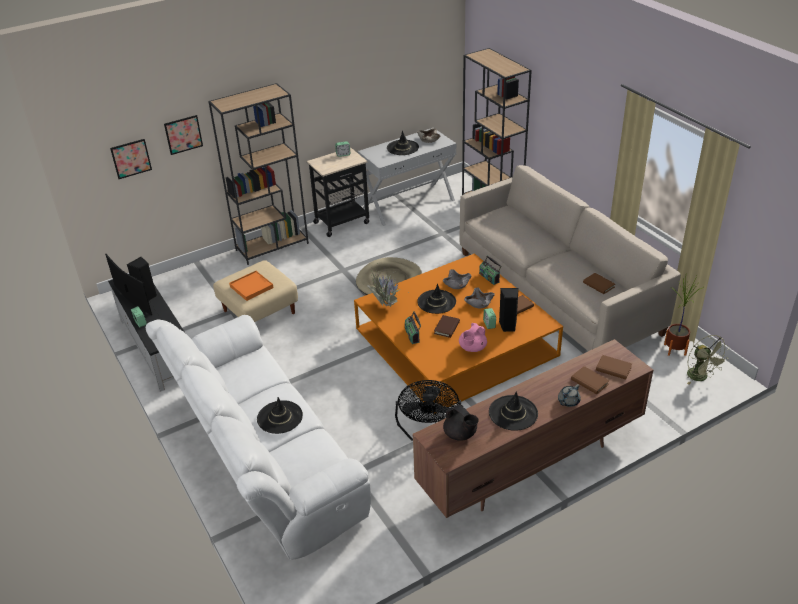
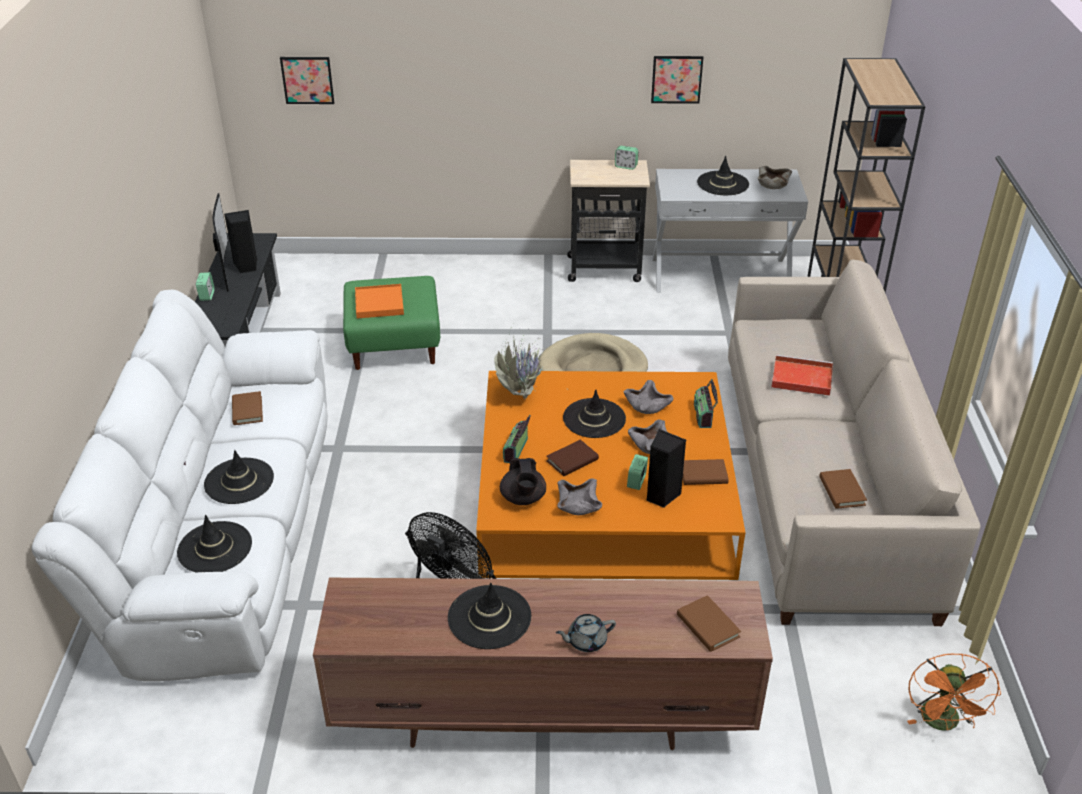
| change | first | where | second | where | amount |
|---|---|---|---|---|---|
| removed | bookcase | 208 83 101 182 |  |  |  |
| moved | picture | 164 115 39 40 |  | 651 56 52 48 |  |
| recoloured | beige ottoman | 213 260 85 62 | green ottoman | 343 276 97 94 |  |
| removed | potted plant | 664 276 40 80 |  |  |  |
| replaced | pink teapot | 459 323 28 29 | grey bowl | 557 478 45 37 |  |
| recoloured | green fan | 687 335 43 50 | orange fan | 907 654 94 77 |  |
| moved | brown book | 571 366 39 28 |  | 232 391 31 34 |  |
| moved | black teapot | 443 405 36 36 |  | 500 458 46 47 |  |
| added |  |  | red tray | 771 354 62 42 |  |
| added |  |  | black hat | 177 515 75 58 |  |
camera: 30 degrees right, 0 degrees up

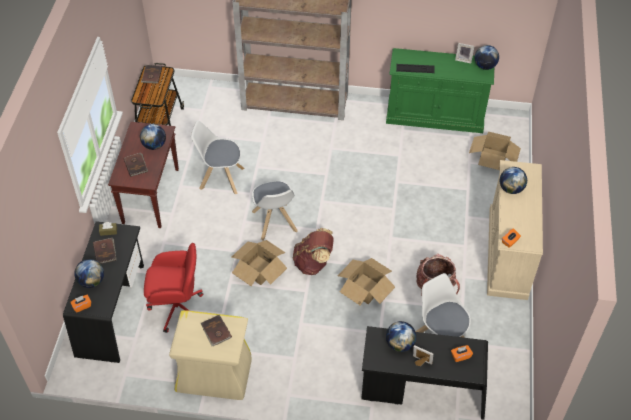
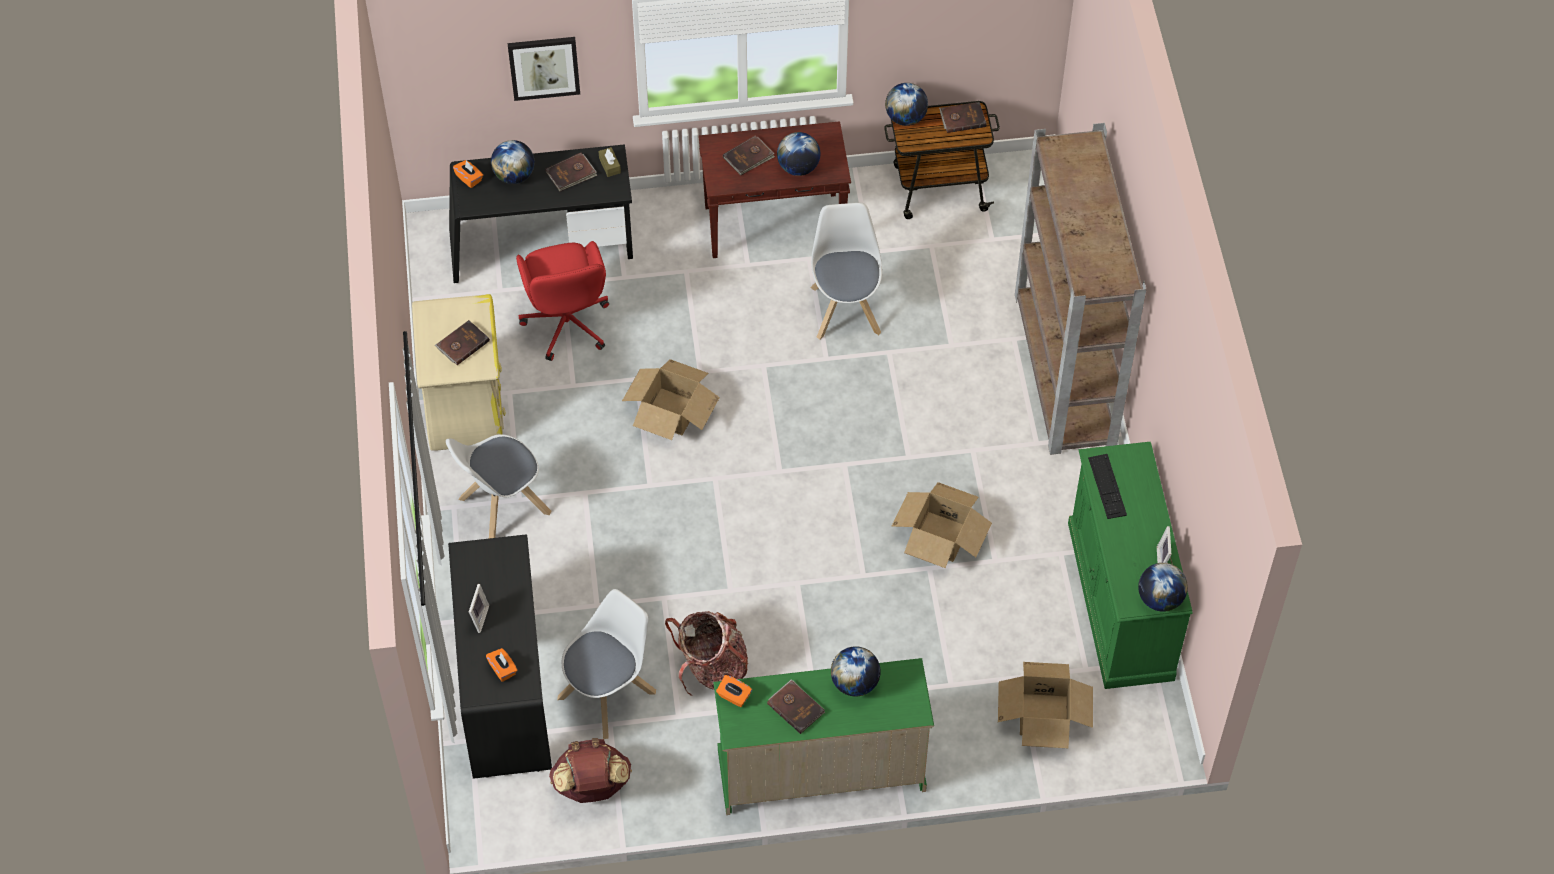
| change | first | where | second | where | amount |
|---|---|---|---|---|---|
| recoloured | beige cabinet | 487 160 56 140 | green cabinet | 713 658 221 157 |  |
| moved | chair | 252 181 46 59 |  | 446 434 106 104 |  |
| moved | brown backpack | 293 228 41 47 |  | 549 738 83 65 |  |
| moved | cardboard box | 337 258 58 48 |  | 892 482 100 86 |  |
| moved | globe | 386 321 30 31 |  | 885 83 43 43 |  |
| added |  |  | picture | 508 37 72 64 |  |
| added |  |  | brown book | 767 679 58 55 |  |
camera: 75 degrees right, 5 degrees up

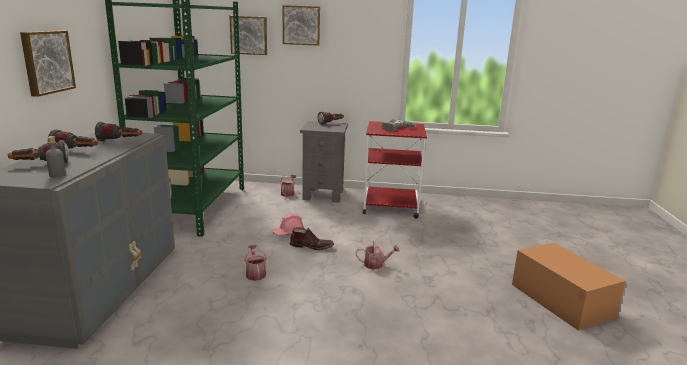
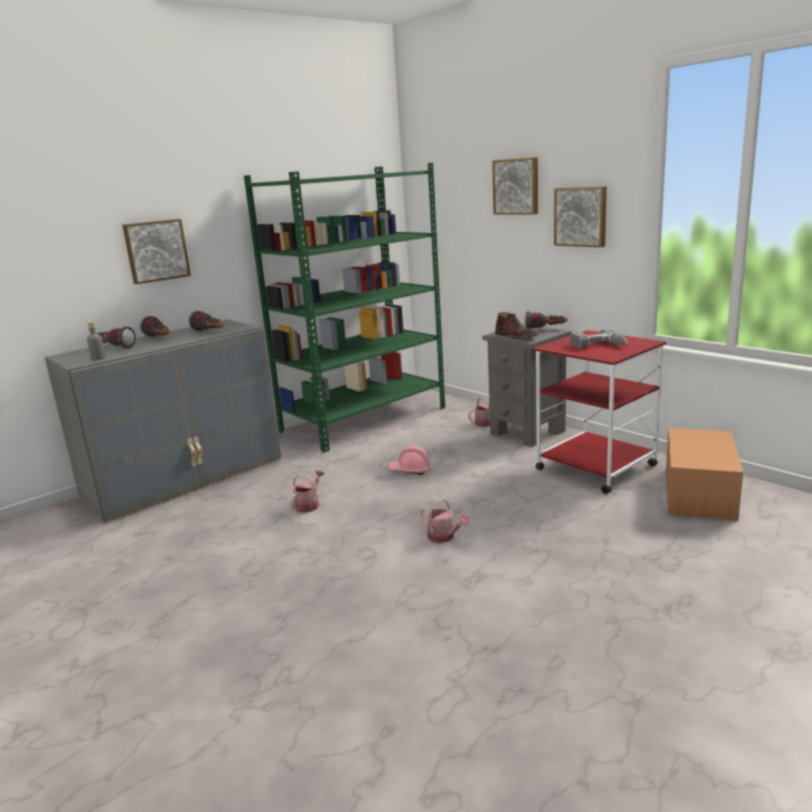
| change | first | where | second | where | amount |
|---|---|---|---|---|---|
| moved | picture | 229 16 38 39 |  | 554 186 53 61 |  |
| moved | brown boot | 290 227 44 23 |  | 495 312 43 27 |  |
| moved | cardboard box | 512 243 114 88 |  | 666 428 77 93 |  |
camera: 45 degrees right, 0 degrees up

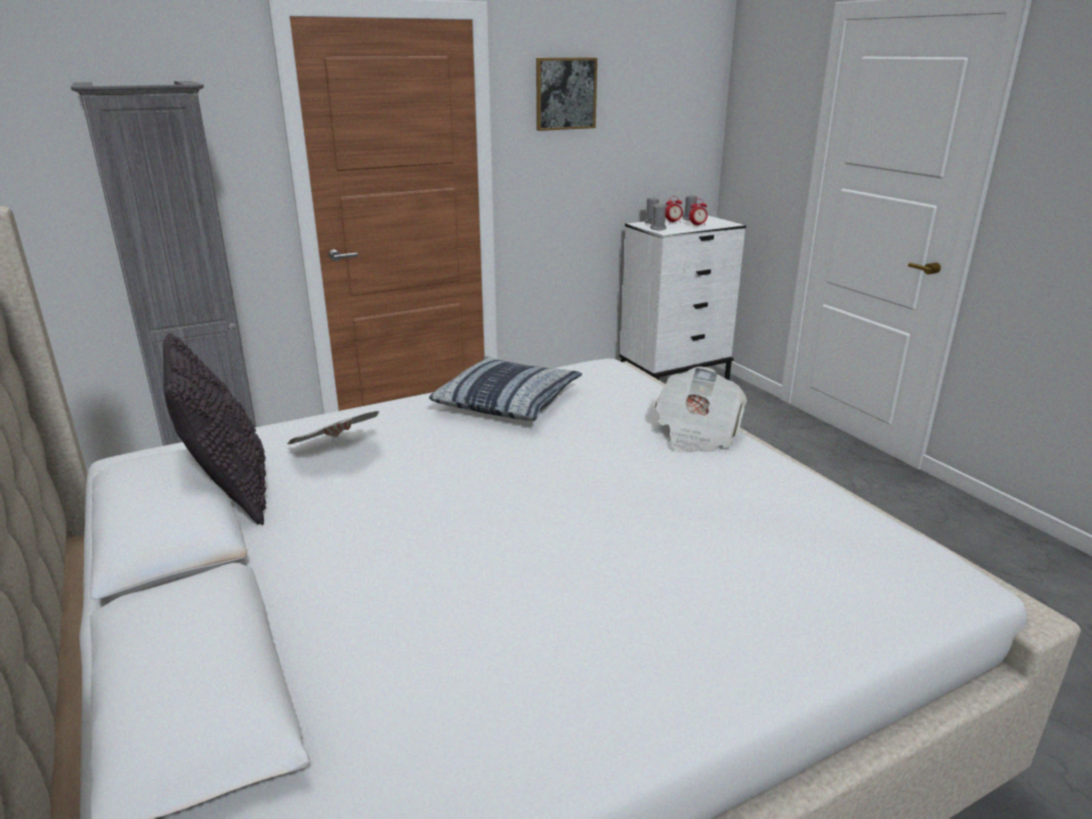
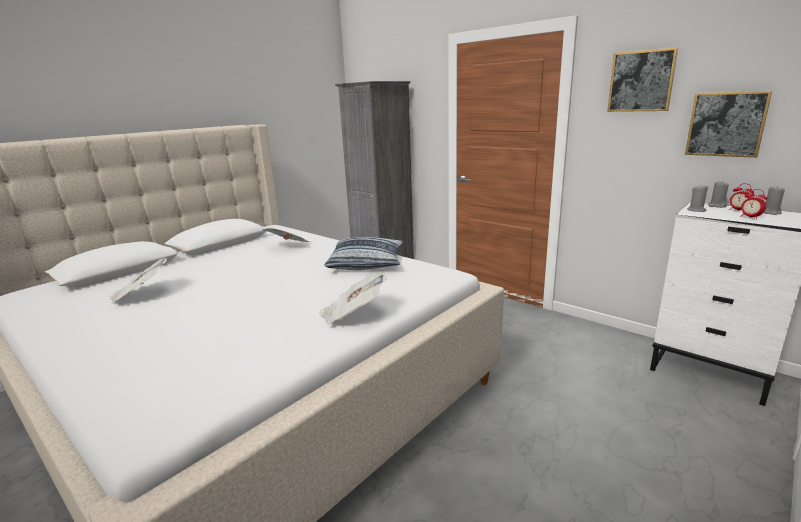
| change | first | where | second | where | amount |
|---|---|---|---|---|---|
| removed | black pillow | 163 333 103 192 |  |  |  |
| added |  |  | picture | 685 91 87 67 |  |
| added |  |  | newspaper | 110 258 57 46 |  |
camera: 70 degrees right, 5 degrees down

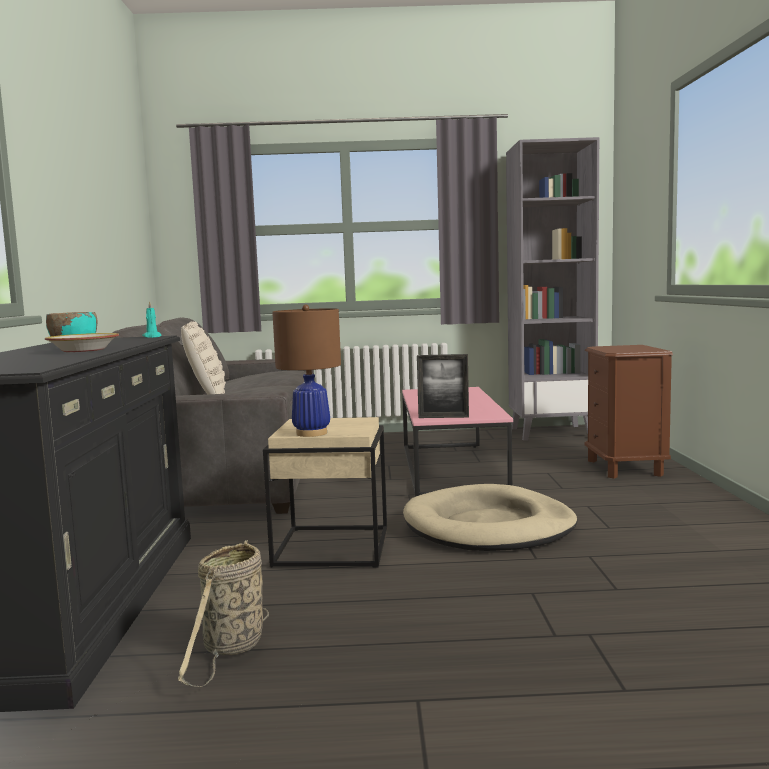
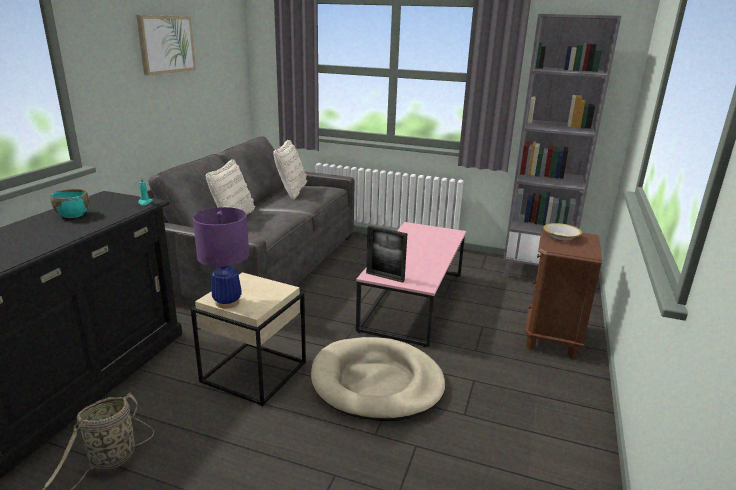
| change | first | where | second | where | amount |
|---|---|---|---|---|---|
| recoloured | brown table lamp | 272 304 69 133 | purple table lamp | 193 207 56 101 |  |
| moved | bowl | 45 333 74 19 |  | 543 223 39 18 |  |
| added |  |  | picture | 136 15 60 60 |  |
| added |  |  | beige pillow | 273 140 34 60 |  |
camera: 20 degrees right, 15 degrees up

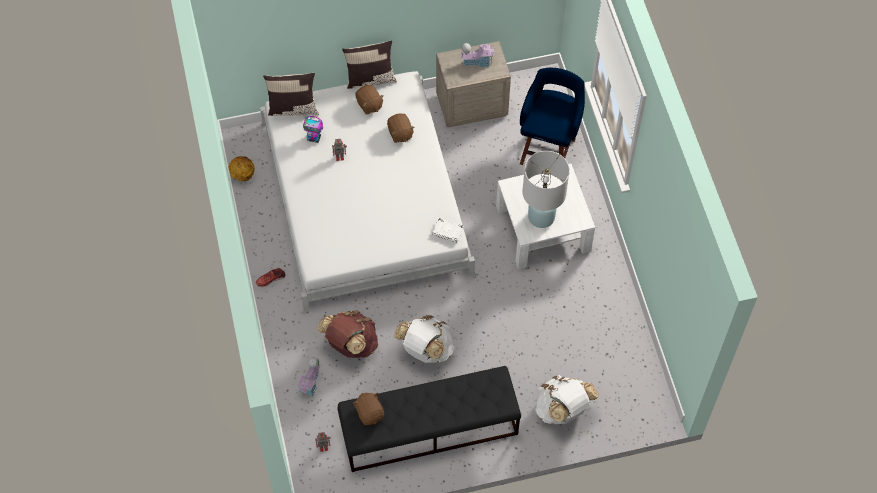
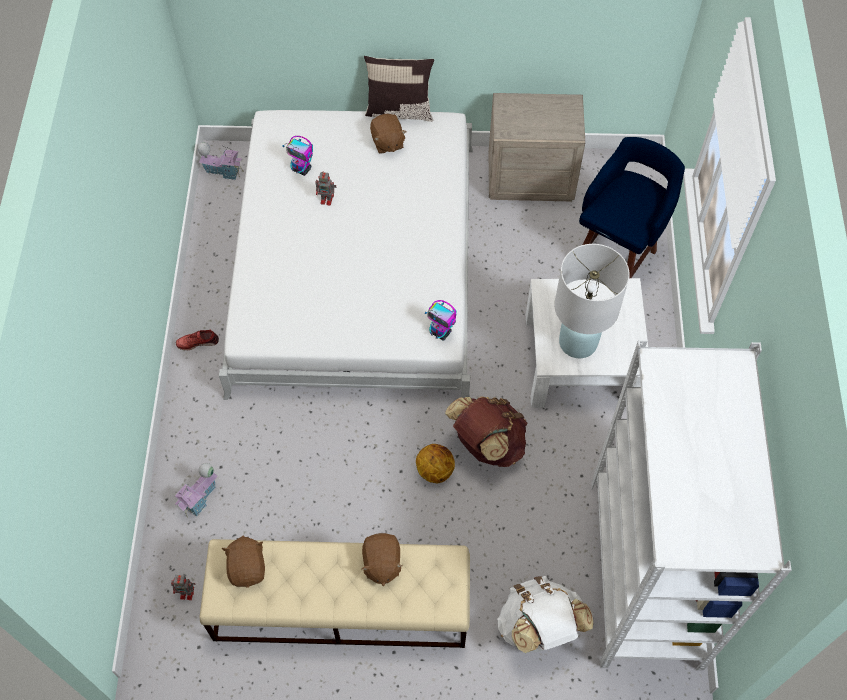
| change | first | where | second | where | amount |
|---|---|---|---|---|---|
| moved | toy house | 461 43 34 25 |  | 198 142 46 38 |  |
| removed | pillow | 263 73 56 43 |  |  |  |
| moved | brown plush toy | 387 113 27 30 |  | 362 533 41 53 |  |
| moved | basketball | 229 156 26 25 |  | 416 444 39 39 |  |
| replaced | white book | 432 218 31 25 | toy robot | 425 300 32 41 |  |
| moved | brown backpack | 317 310 61 48 |  | 445 396 83 71 |  |
| removed | white backpack | 394 315 60 48 |  |  |  |
| recoloured | black bench | 337 366 184 106 | beige bench | 200 539 270 109 |  |
| added |  |  | white bookcase | 591 340 200 330 |  |
camera: 15 degrees right, 0 degrees up

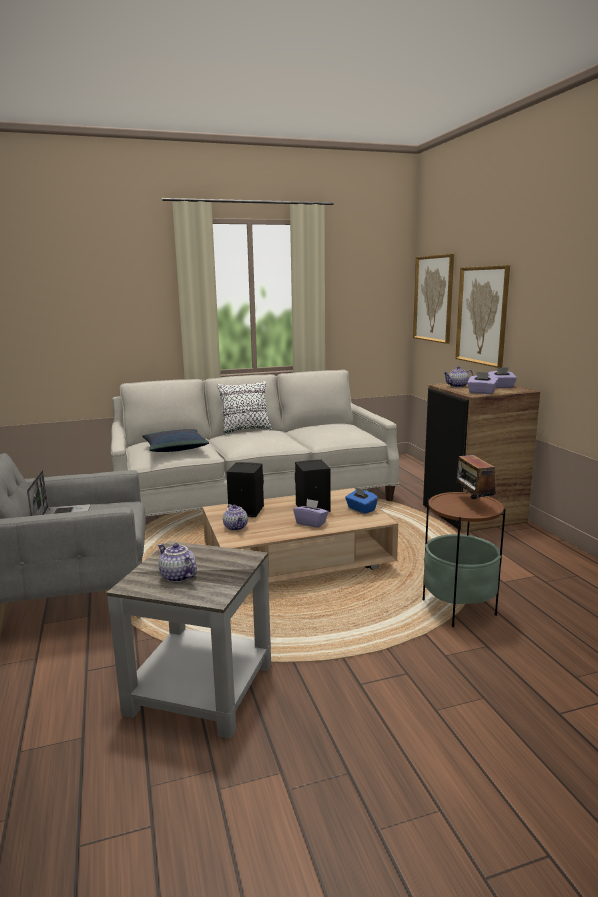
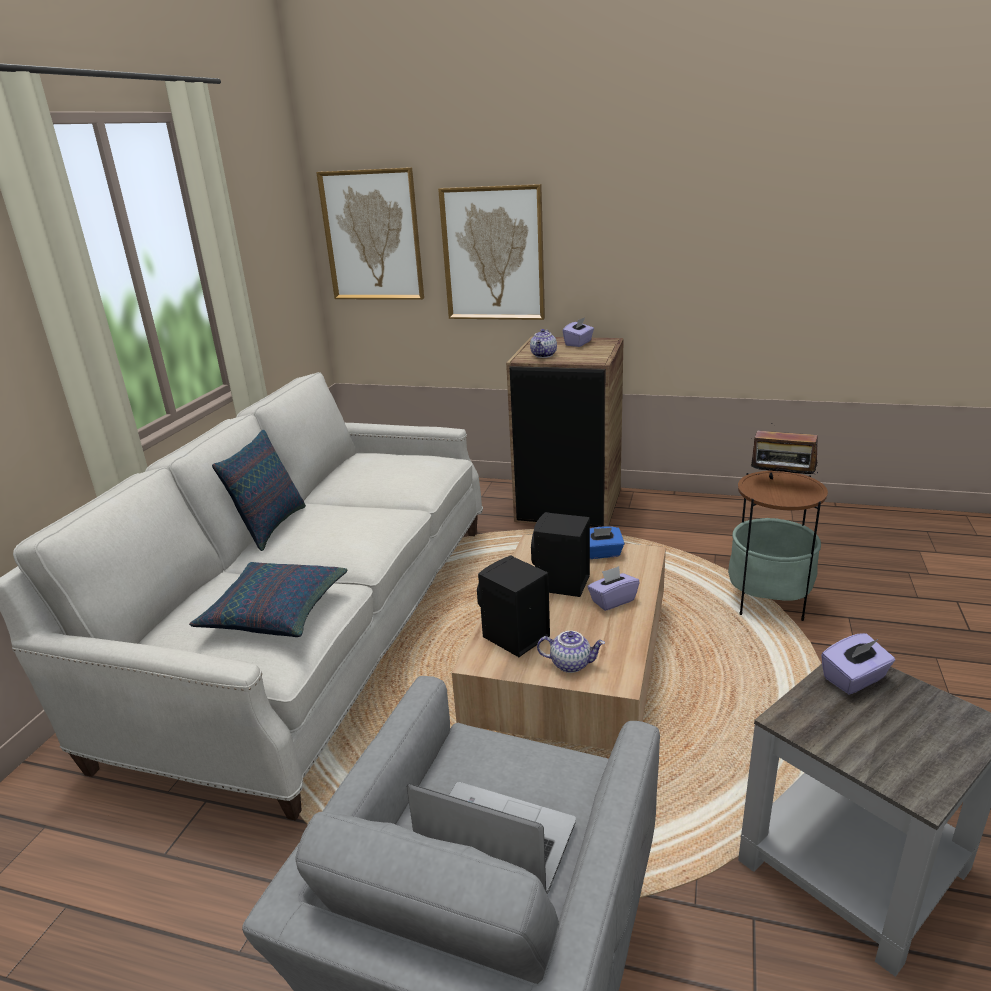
| change | first | where | second | where | amount |
|---|---|---|---|---|---|
| moved | purple tissue box | 467 372 31 22 |  | 821 633 74 61 |  |
| recoloured | white pillow | 217 381 55 54 | blue pillow | 212 430 94 121 |  |
| removed | teapot | 158 543 39 39 |  |  |  |
camera: 55 degrees left, 10 degrees up

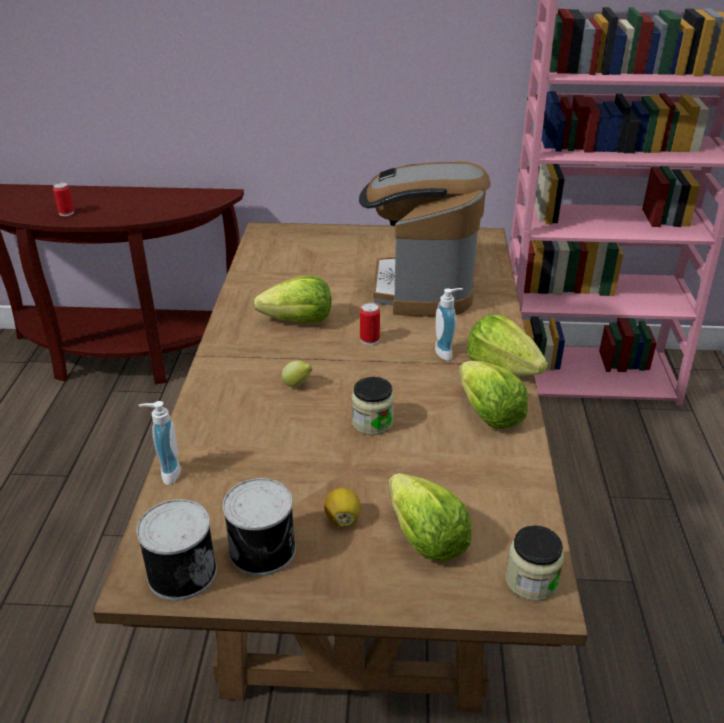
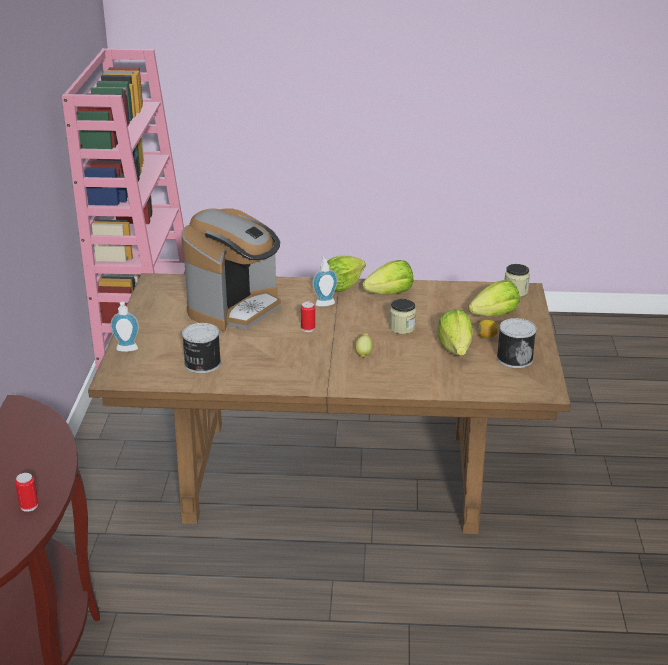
| change | first | where | second | where | amount |
|---|---|---|---|---|---|
| turned | coffee machine | 359 161 132 156 |  | 181 208 100 123 | 60 degrees counterclockwise |
| moved | lettuce | 254 276 77 47 |  | 437 309 36 47 |  |
| moved | soap dispenser | 139 401 42 84 |  | 110 302 29 50 |  |
| moved | can | 136 499 81 102 |  | 182 323 39 50 |  |
camera: 90 degrees left, 5 degrees down

